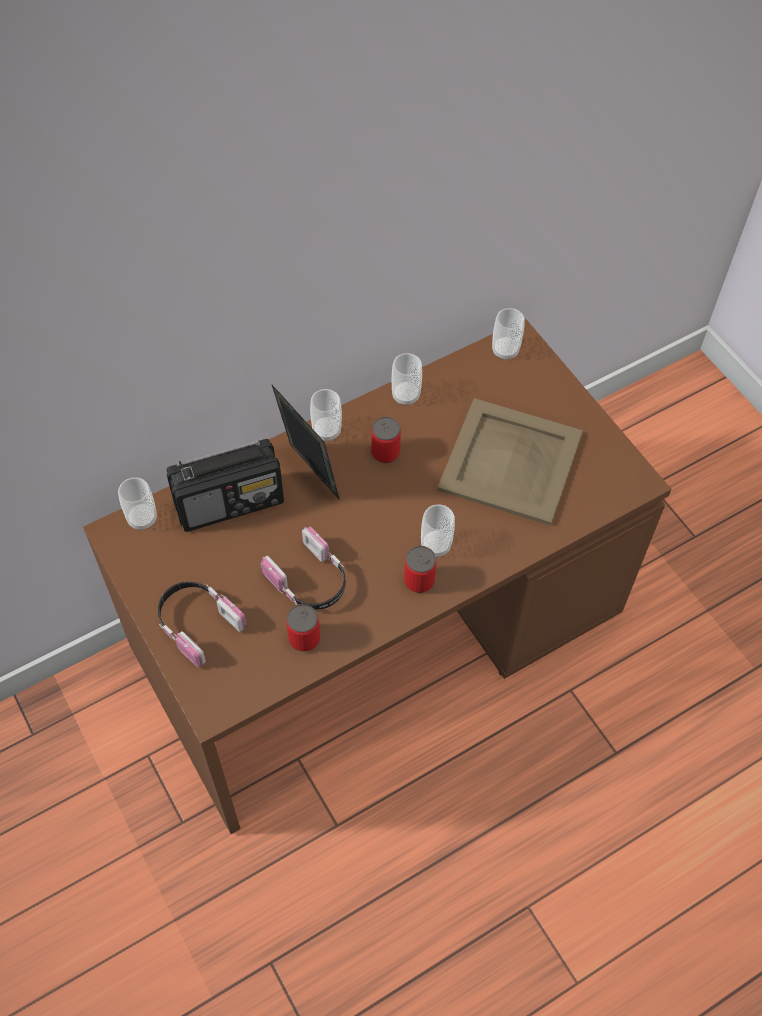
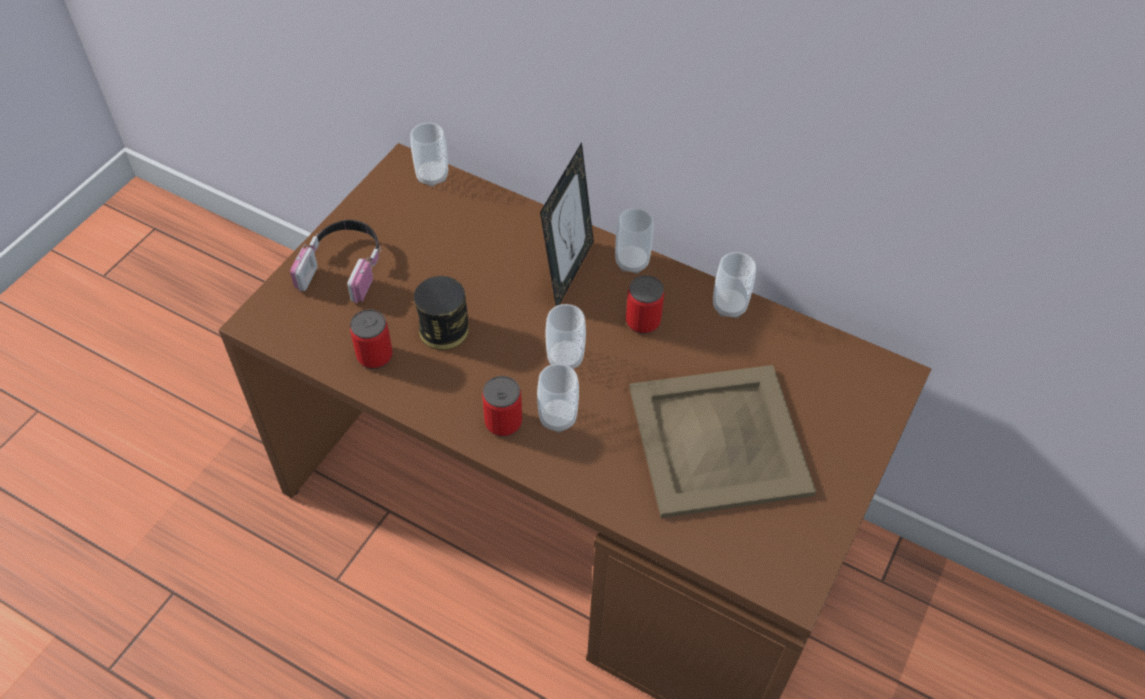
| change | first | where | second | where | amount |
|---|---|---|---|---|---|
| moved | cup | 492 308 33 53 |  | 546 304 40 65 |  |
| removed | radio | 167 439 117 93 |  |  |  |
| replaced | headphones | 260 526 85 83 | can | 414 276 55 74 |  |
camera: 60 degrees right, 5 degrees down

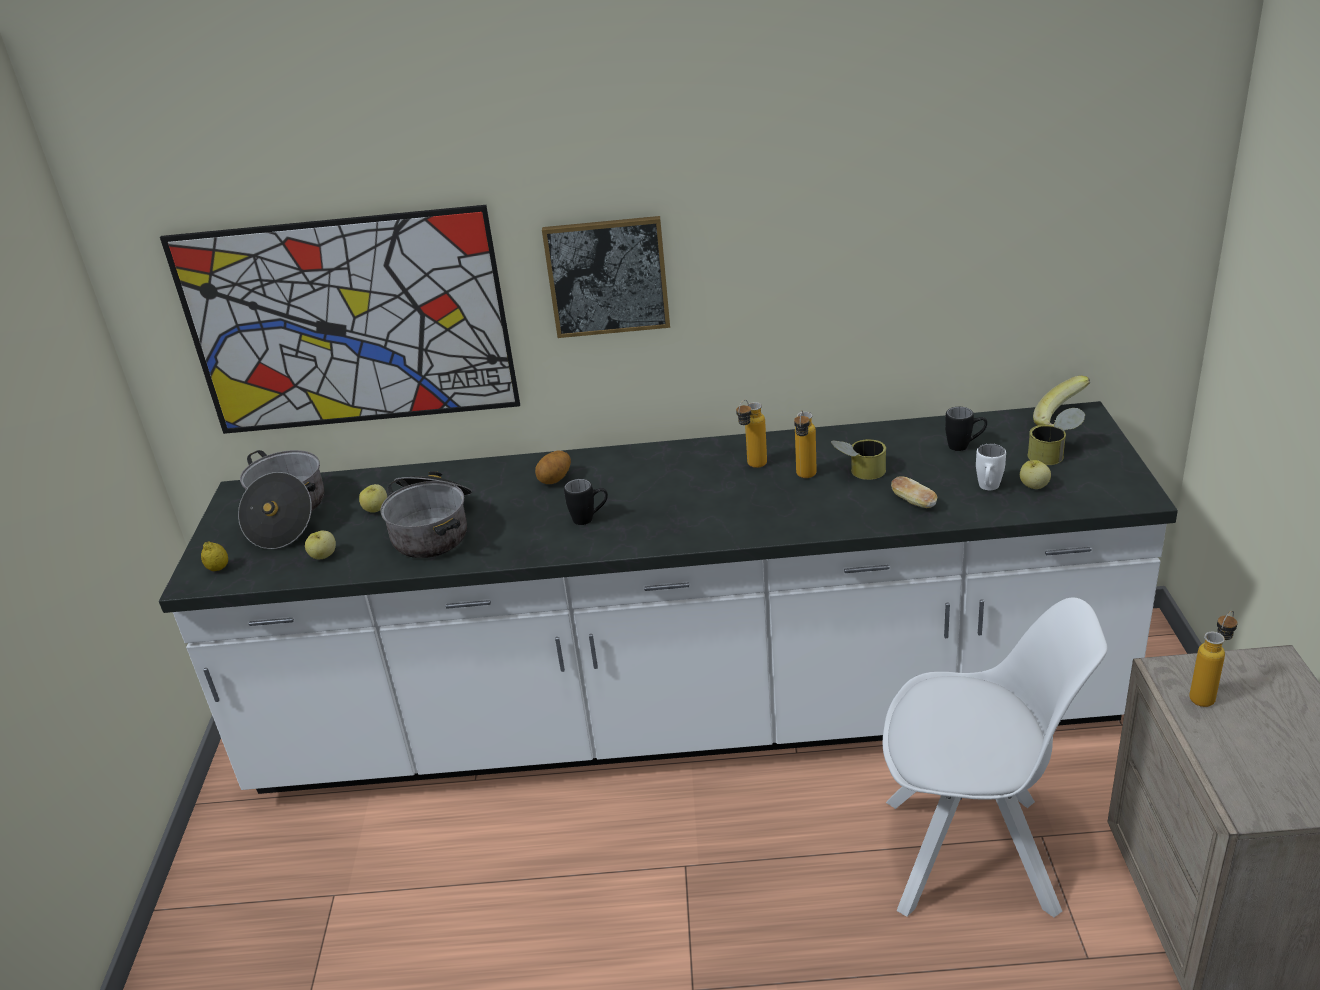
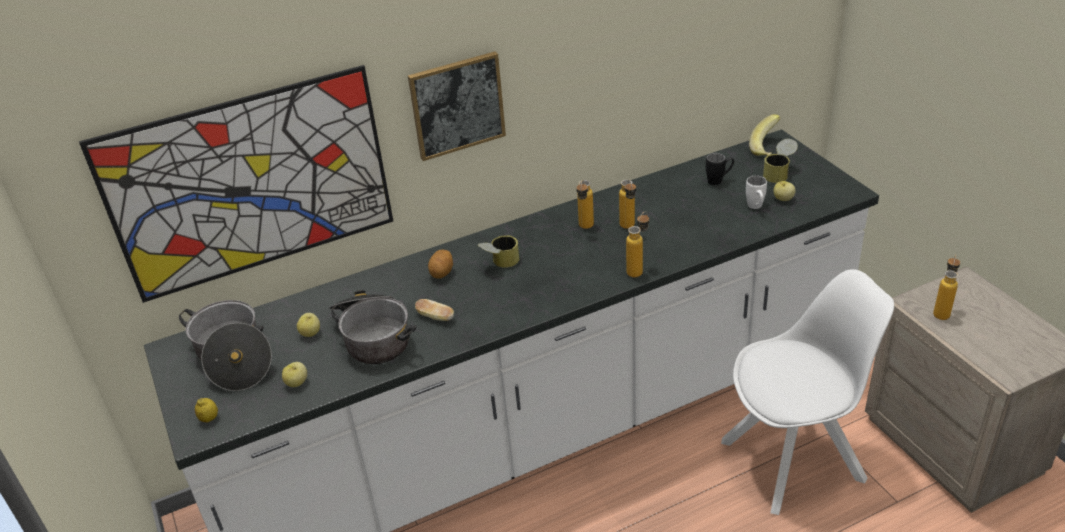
| change | first | where | second | where | amount |
|---|---|---|---|---|---|
| moved | can | 831 439 55 41 |  | 478 235 41 33 |  |
| moved | bread | 891 476 47 32 |  | 415 299 39 22 |  |
| removed | black mug | 564 479 44 46 |  |  |  |
| added |  |  | bottle | 626 211 23 67 |  |
camera: 25 degrees left, 5 degrees up

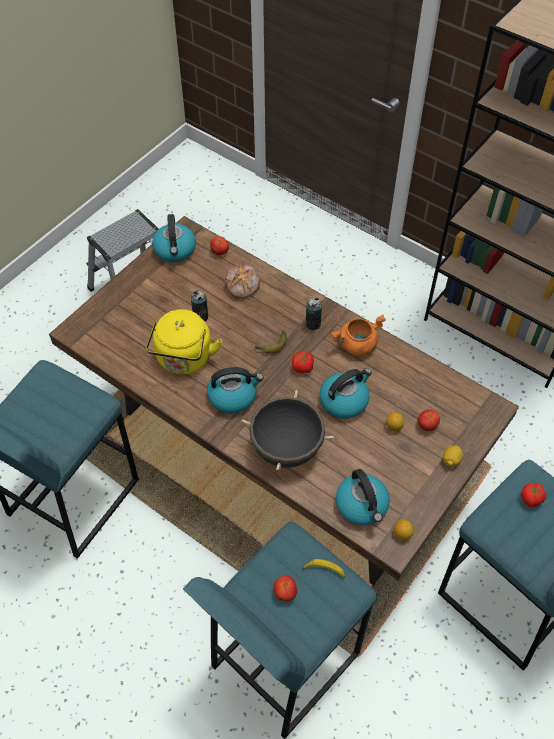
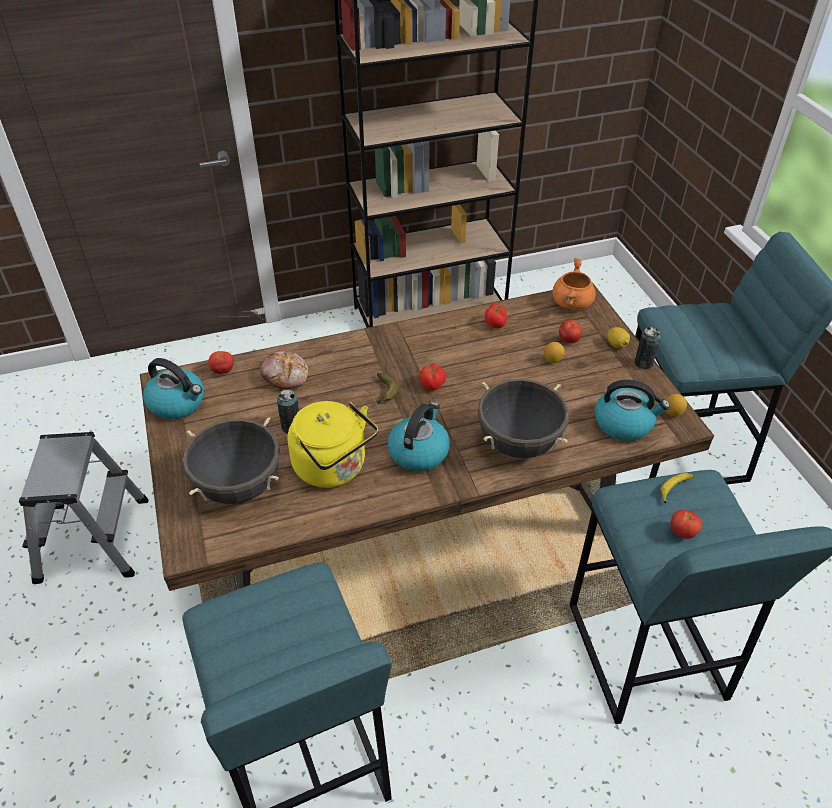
| change | first | where | second | where | amount |
|---|---|---|---|---|---|
| moved | can | 306 298 16 32 |  | 635 327 26 42 |  |
| moved | orange cooking pot | 331 314 55 42 |  | 553 258 43 52 |  |
| removed | kettle | 320 368 52 51 |  |  |  |
| moved | tomato | 521 483 25 24 |  | 485 304 22 24 |  |
| added |  |  | black cooking pot | 183 418 97 86 |  |
camera: 55 degrees left, 10 degrees down

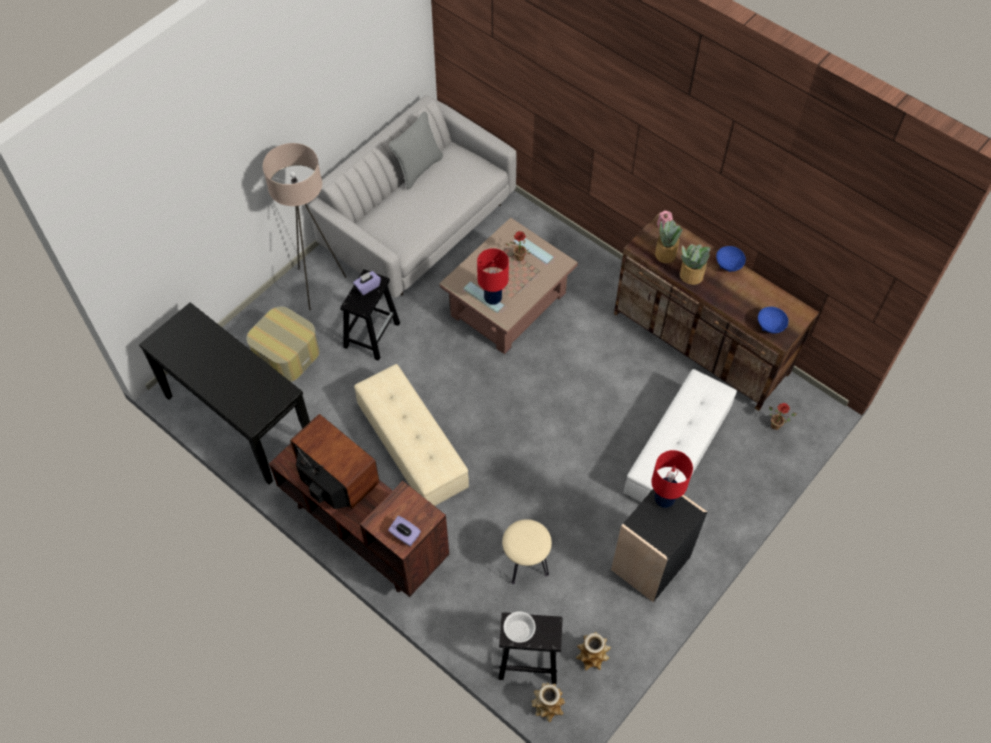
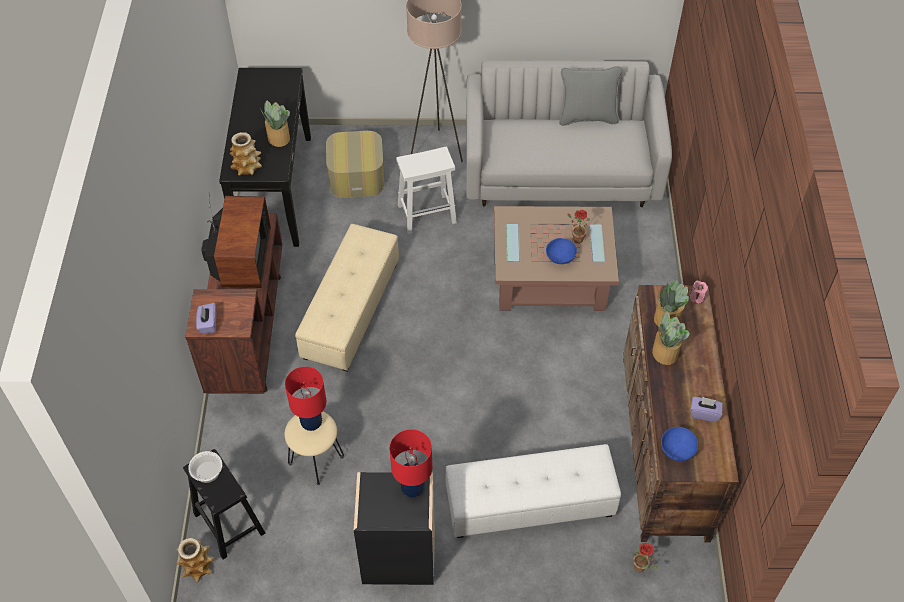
| change | first | where | second | where | amount |
|---|---|---|---|---|---|
| moved | blue bowl | 716 246 30 26 |  | 546 238 31 26 |  |
| moved | red table lamp | 477 248 32 57 |  | 285 367 41 64 |  |
| recoloured | black stool | 340 269 60 92 | white stool | 396 147 61 87 |  |
| moved | purple tissue box | 353 271 28 24 |  | 690 397 33 25 |  |
| moved | vase | 576 632 35 38 |  | 230 132 32 44 |  |
| added |  |  | potted plant | 262 100 28 47 |  |
camera: 50 degrees right, 5 degrees down

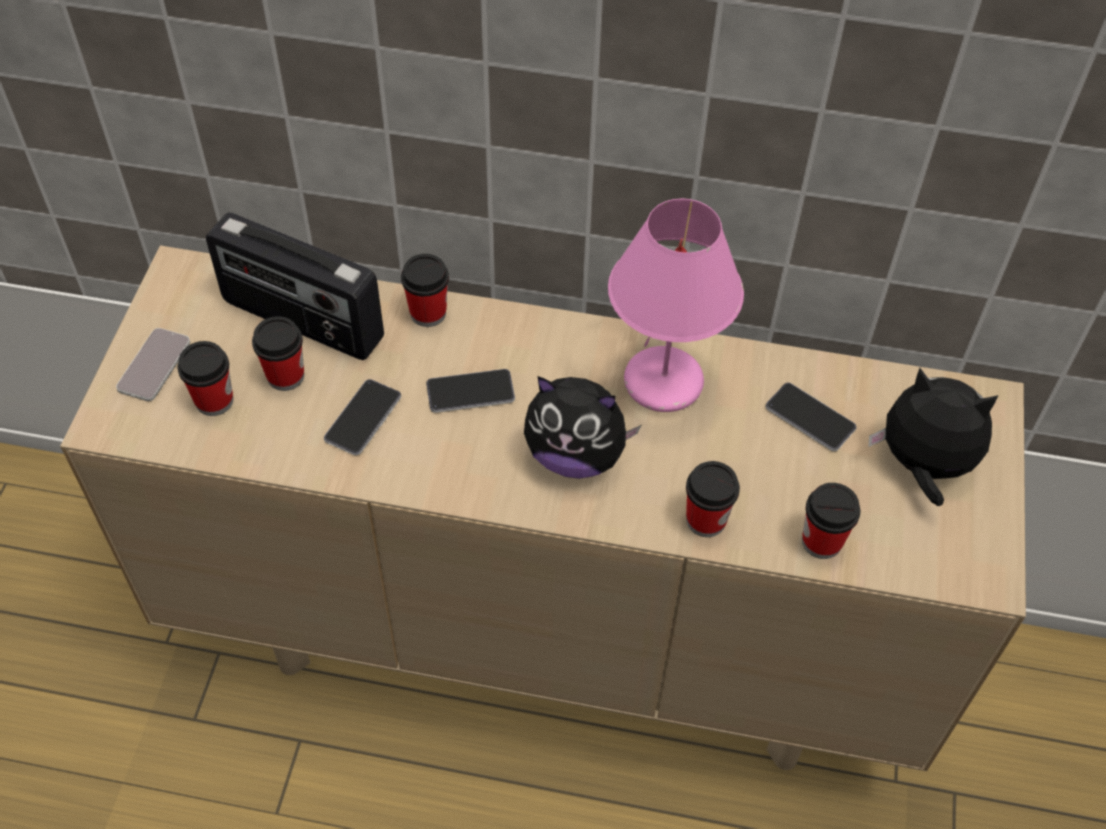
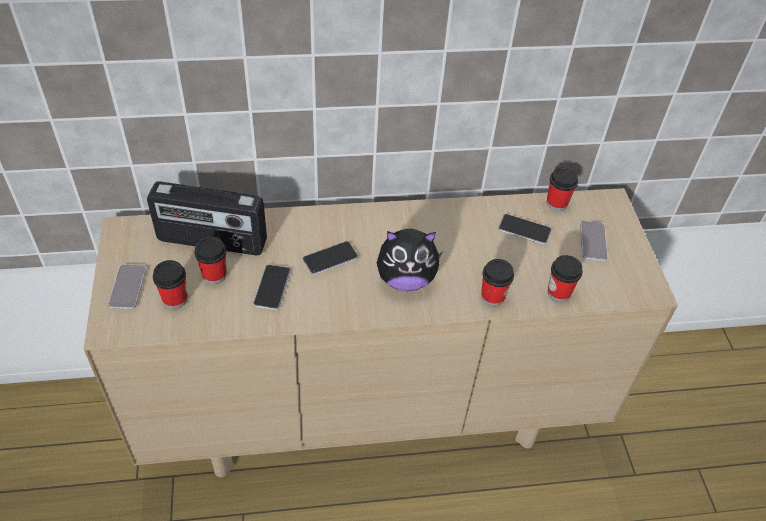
| change | first | where | second | where | amount |
|---|---|---|---|---|---|
| removed | pink table lamp | 608 199 136 213 |  |  |  |
| moved | cup | 401 254 48 73 |  | 546 167 32 44 |  |
| replaced | plush toy | 868 368 131 138 | phone | 580 221 28 40 |  |
camera: 20 degrees left, 5 degrees down

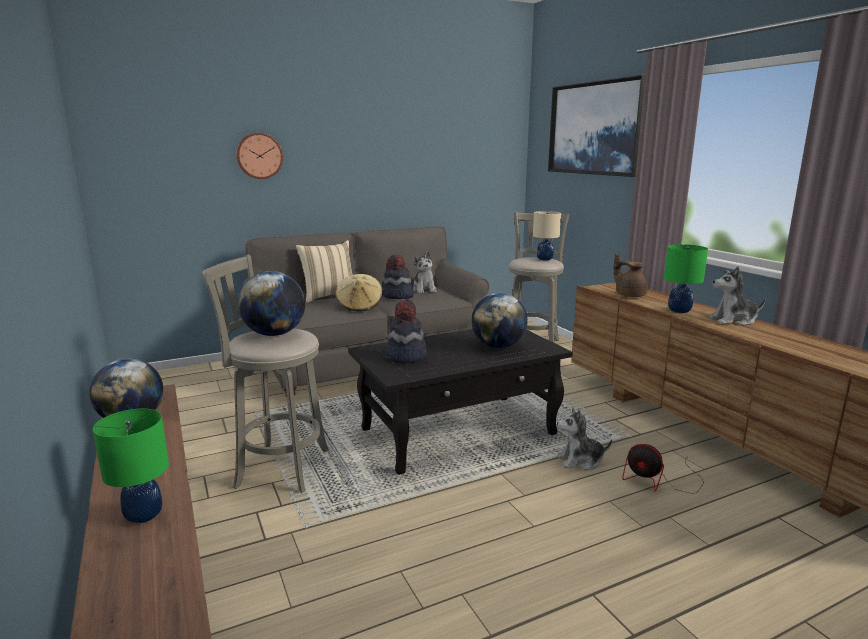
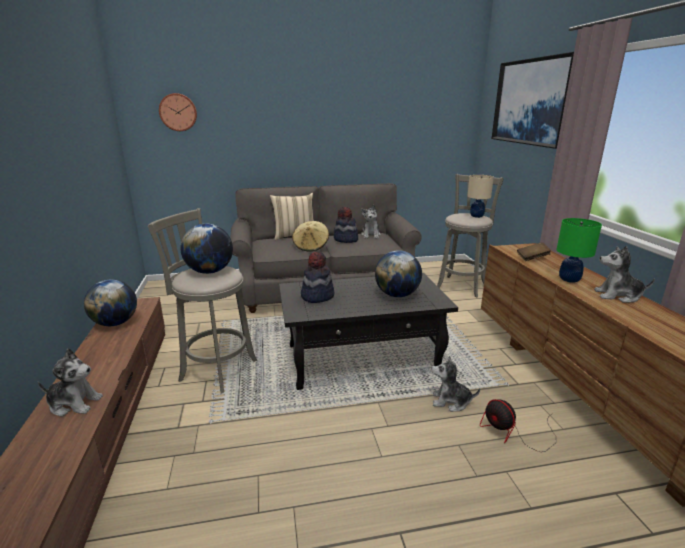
| change | first | where | second | where | amount |
|---|---|---|---|---|---|
| moved | wall clock | 236 133 47 46 |  | 159 93 38 38 |  |
| replaced | brown teapot | 613 253 35 44 | brown book | 517 242 34 19 |  |
| replaced | green table lamp | 93 409 76 114 | plush toy | 38 349 65 68 |  |
camera: 15 degrees right, 5 degrees up

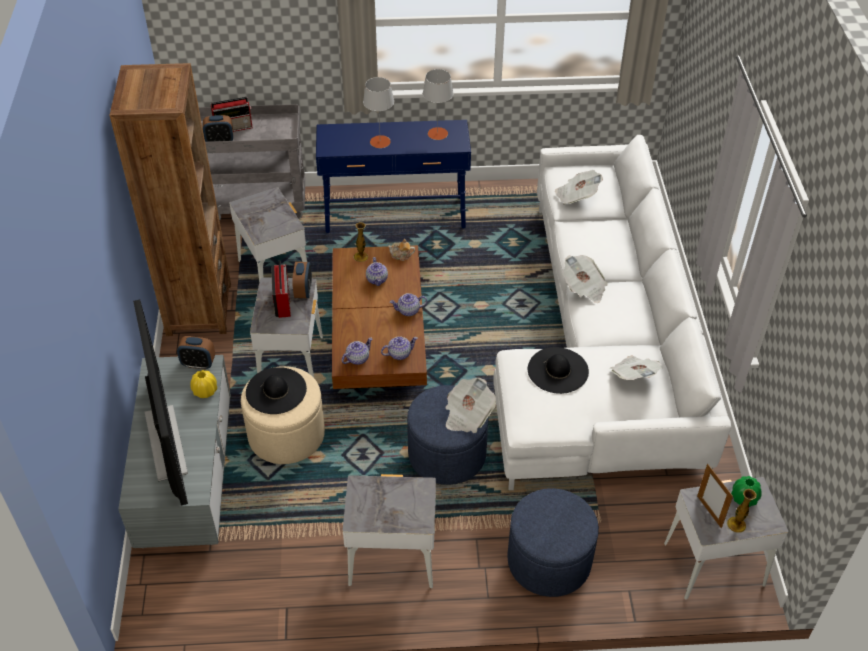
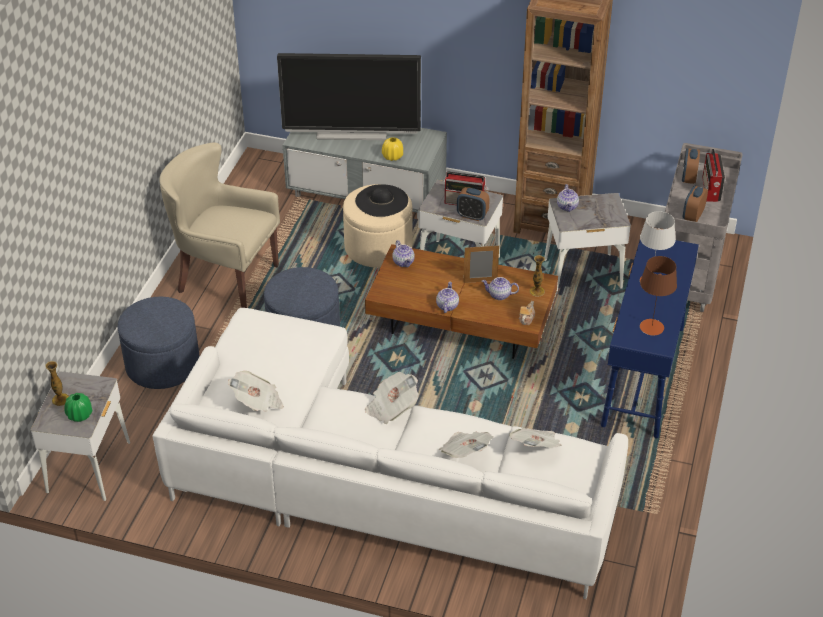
| change | first | where | second | where | amount |
|---|---|---|---|---|---|
| recoloured | grey table lamp | 423 69 30 71 | brown table lamp | 640 256 37 79 |  |
| moved | alarm clock | 177 336 38 34 |  | 683 186 25 36 |  |
| moved | teapot | 381 336 37 24 |  | 557 184 22 28 |  |
| removed | black hat | 528 347 61 47 |  |  |  |
| moved | newspaper | 445 378 51 55 |  | 438 432 56 26 |  |
| moved | picture frame | 697 464 36 64 |  | 464 245 35 38 |  |
| replaced | side table | 343 474 93 114 | beige armchair | 160 142 120 166 |  |
camera: 110 degrees right, 5 degrees down

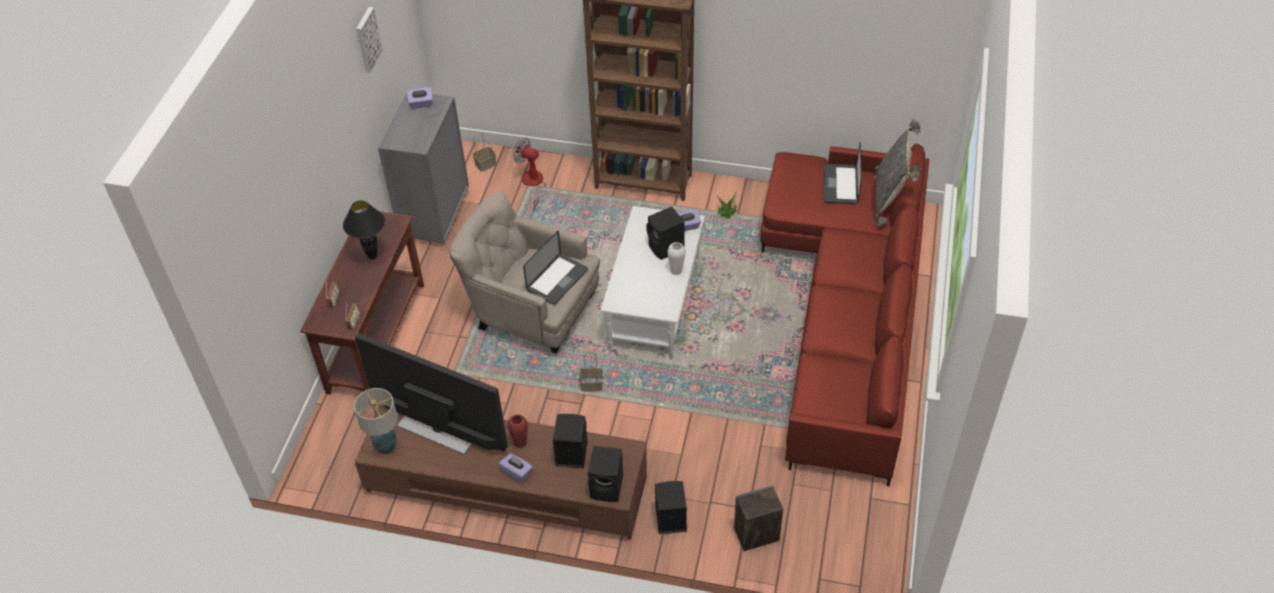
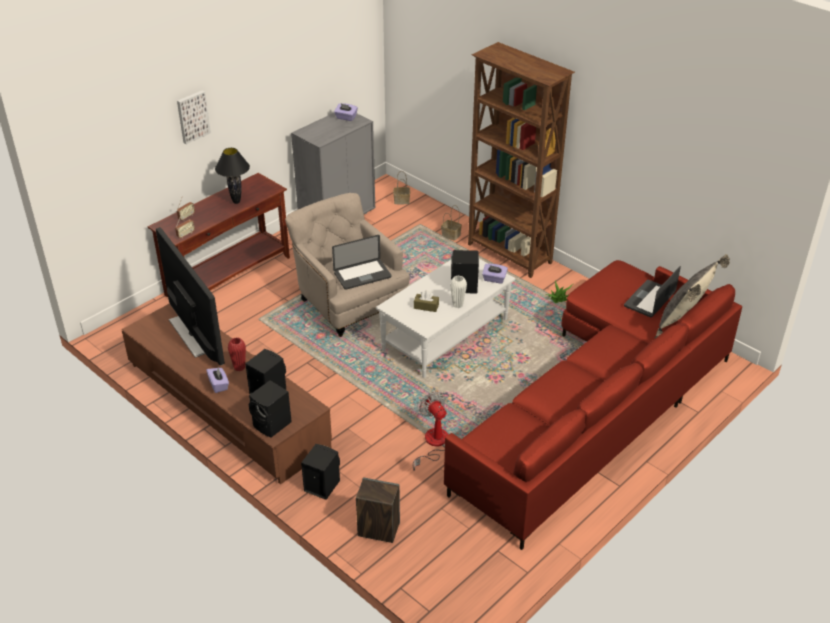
| change | first | where | second | where | amount |
|---|---|---|---|---|---|
| moved | picture | 356 7 27 66 |  | 177 90 34 54 |  |
| moved | fan | 513 137 33 74 |  | 413 392 35 79 |  |
| moved | basket | 579 352 24 40 |  | 441 205 21 36 |  |
| removed | table lamp | 354 388 44 67 |  |  |  |
| added |  |  | brown tissue box | 414 291 25 21 |  |
camera: 30 degrees right, 10 degrees down

